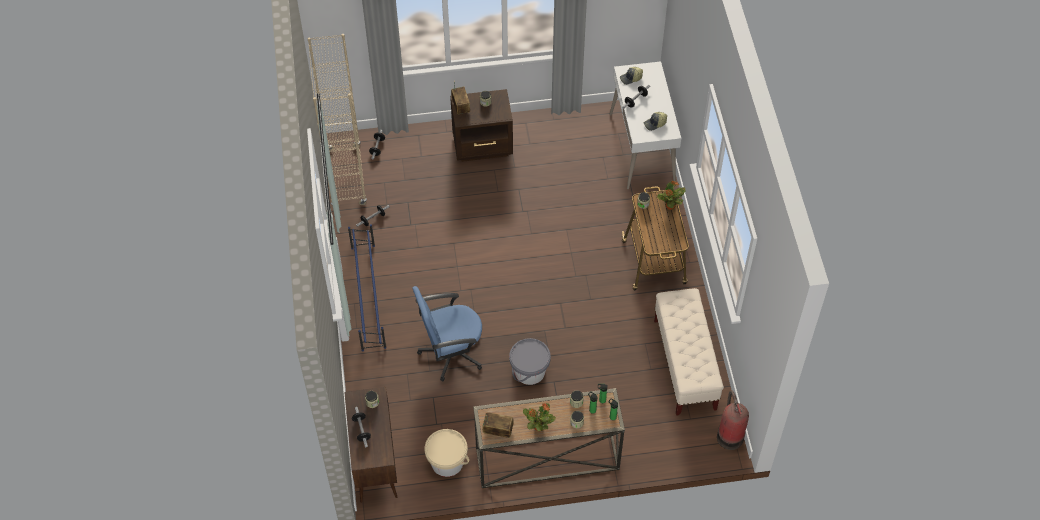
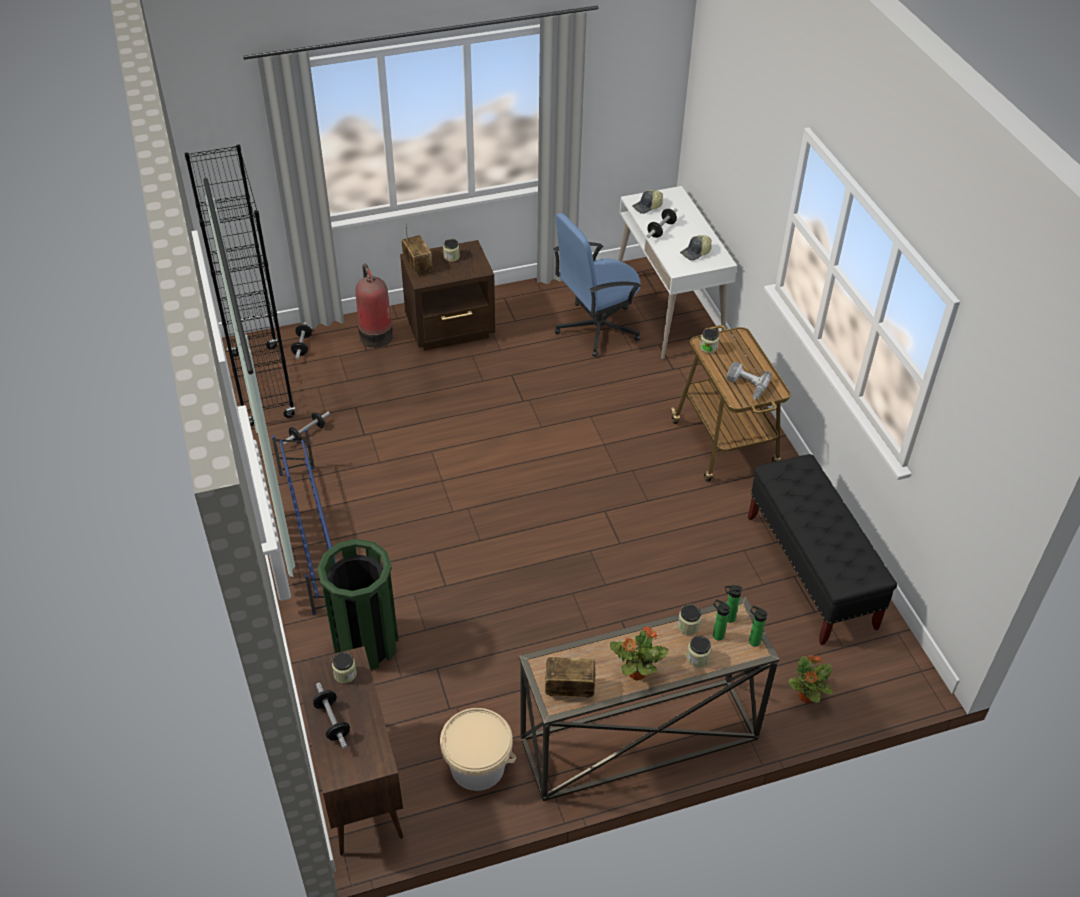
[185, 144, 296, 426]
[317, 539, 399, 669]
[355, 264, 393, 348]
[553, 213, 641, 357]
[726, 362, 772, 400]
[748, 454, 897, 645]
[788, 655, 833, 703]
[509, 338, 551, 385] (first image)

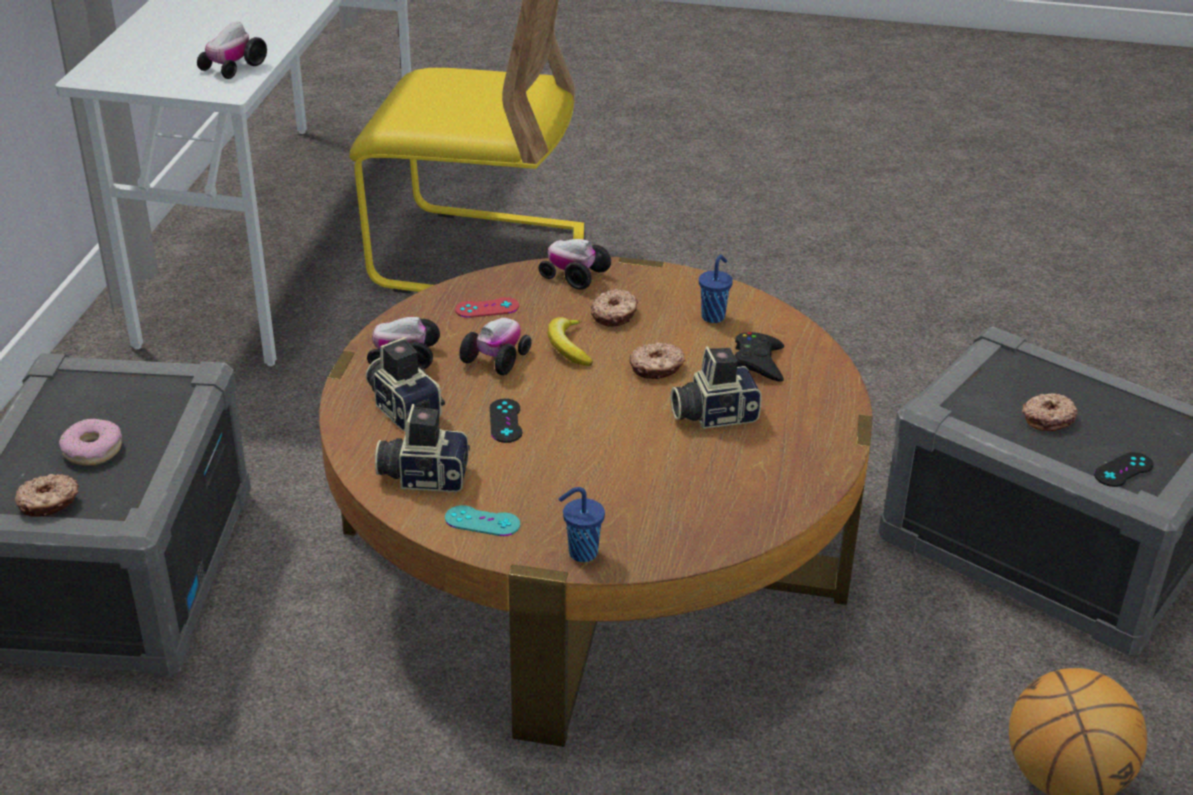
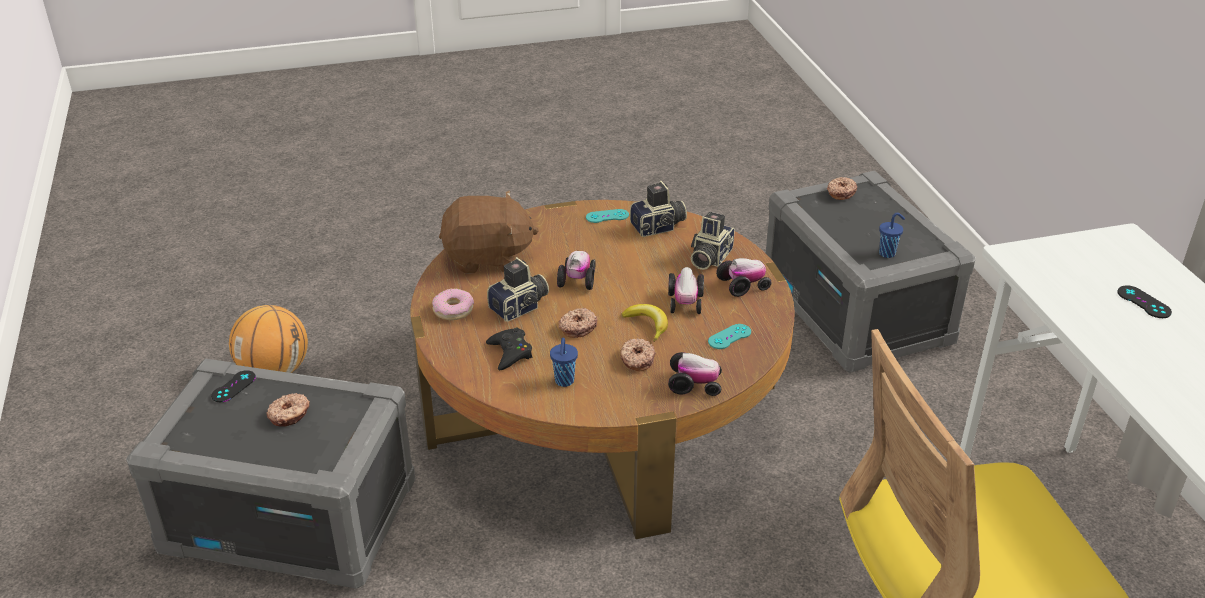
[432, 288, 474, 321]
[439, 191, 539, 274]
[557, 251, 596, 290]
[691, 212, 735, 270]
[708, 324, 751, 349]
[879, 213, 905, 258]
[1117, 285, 1172, 318]

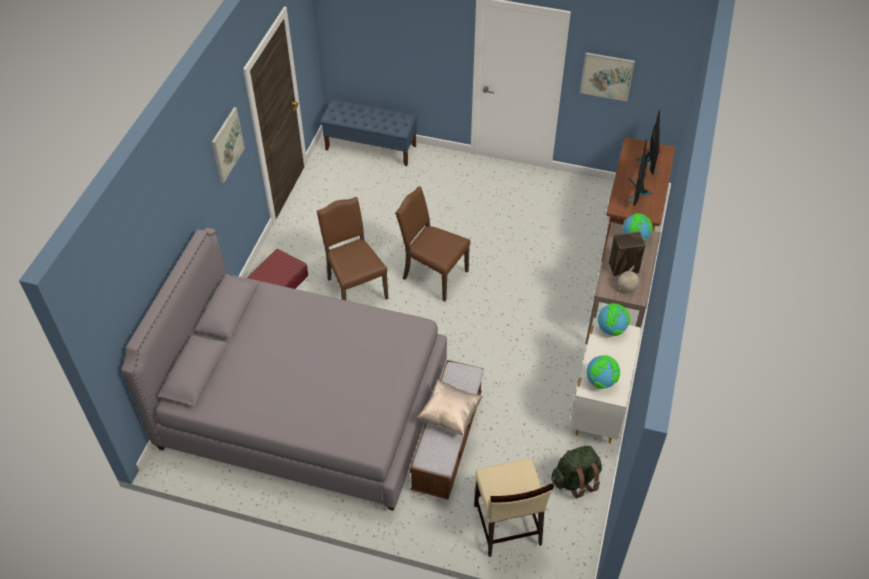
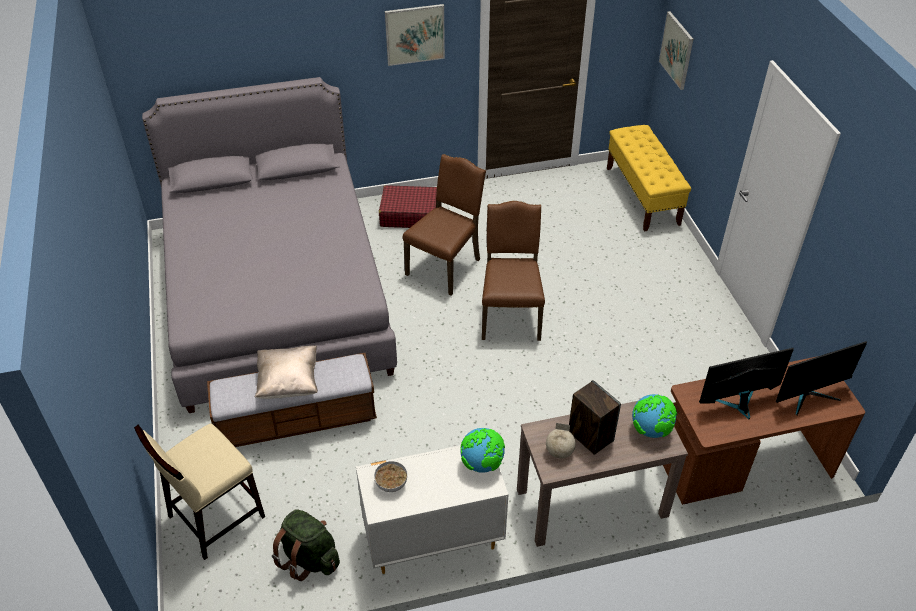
[374, 461, 407, 492]
[607, 125, 691, 232]
[659, 11, 693, 90]

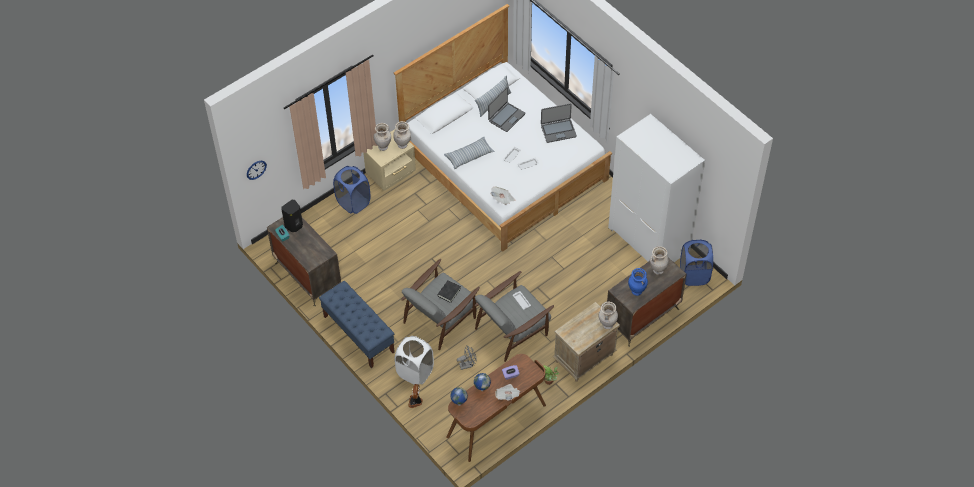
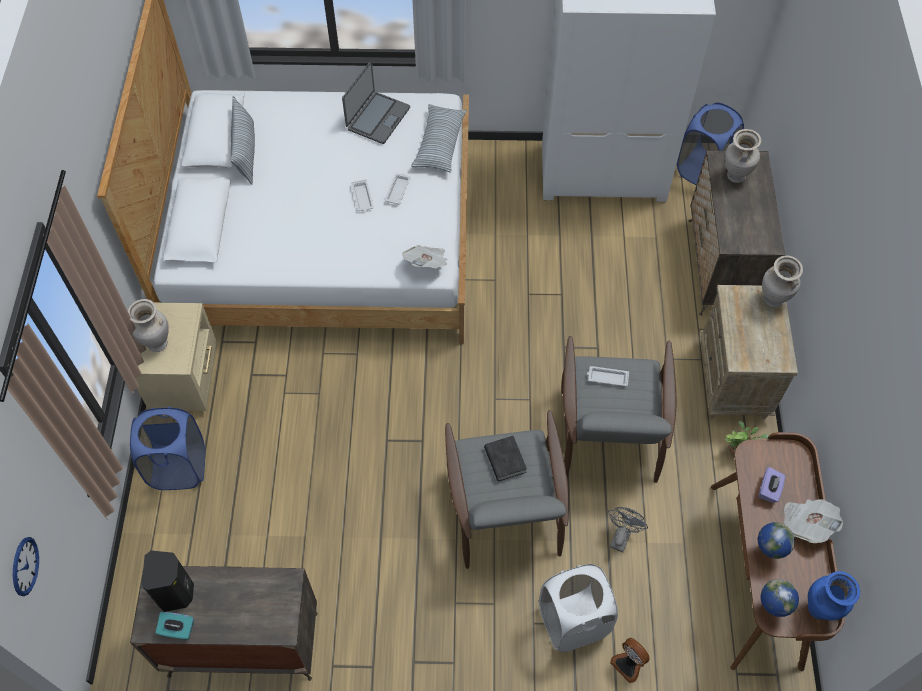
[411, 104, 467, 173]
[808, 571, 860, 620]
[319, 281, 395, 368] (first image)
[393, 121, 411, 149] (first image)
[488, 87, 525, 132] (first image)

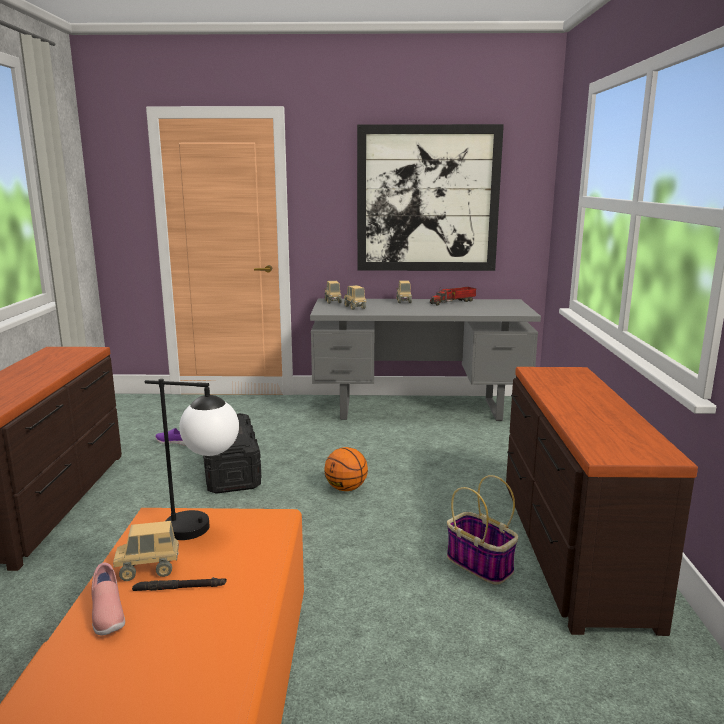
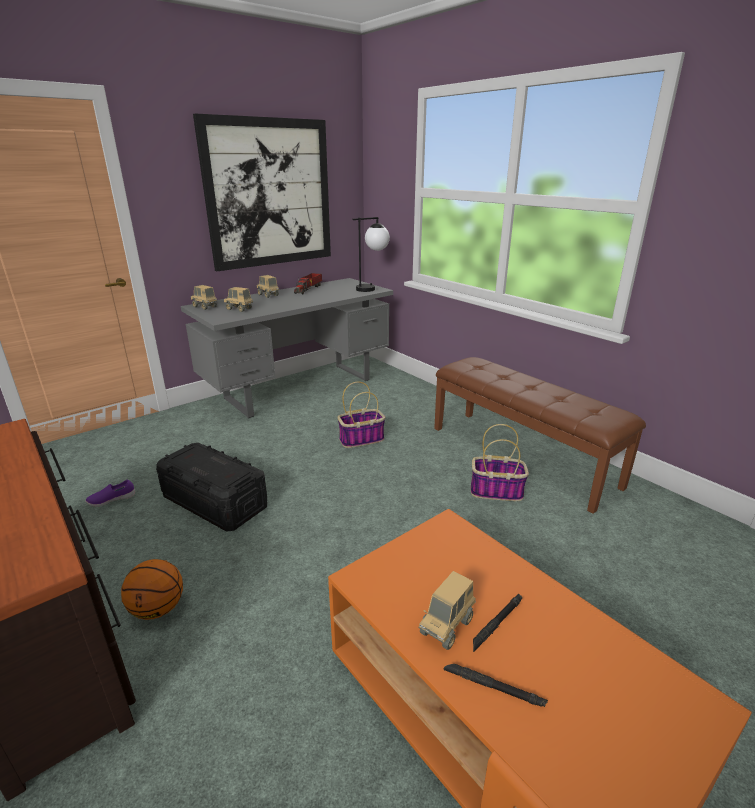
[121, 559, 183, 620]
[337, 382, 385, 448]
[352, 217, 390, 292]
[434, 357, 646, 514]
[444, 664, 548, 707]

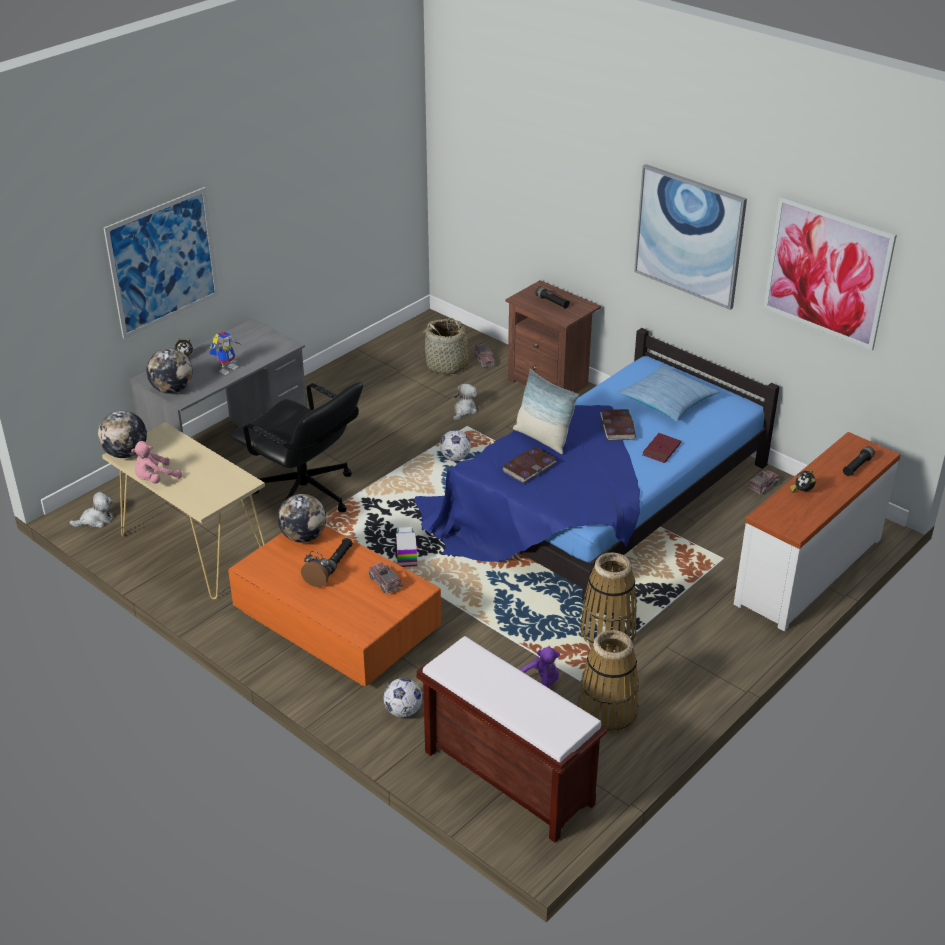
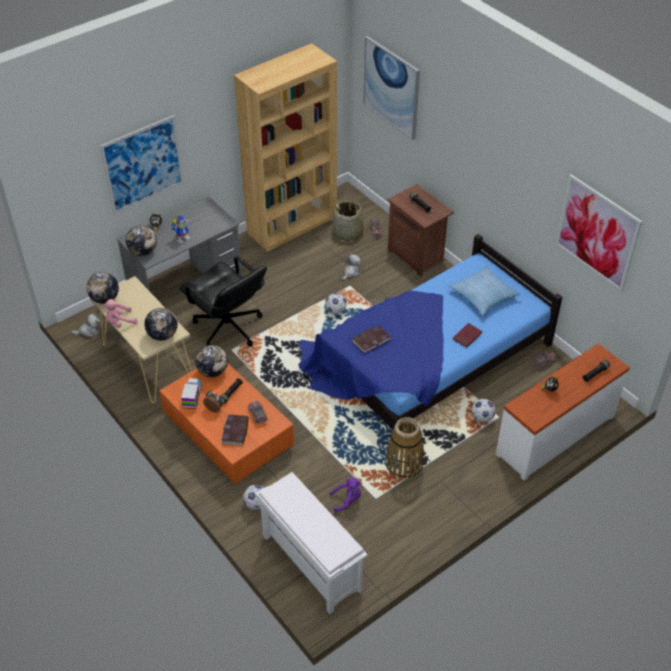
[144, 308, 178, 341]
[181, 378, 202, 409]
[221, 415, 249, 446]
[234, 43, 337, 252]
[256, 472, 367, 614]
[363, 36, 420, 140]
[472, 399, 495, 423]
[513, 369, 579, 454] (first image)
[577, 630, 639, 734] (first image)

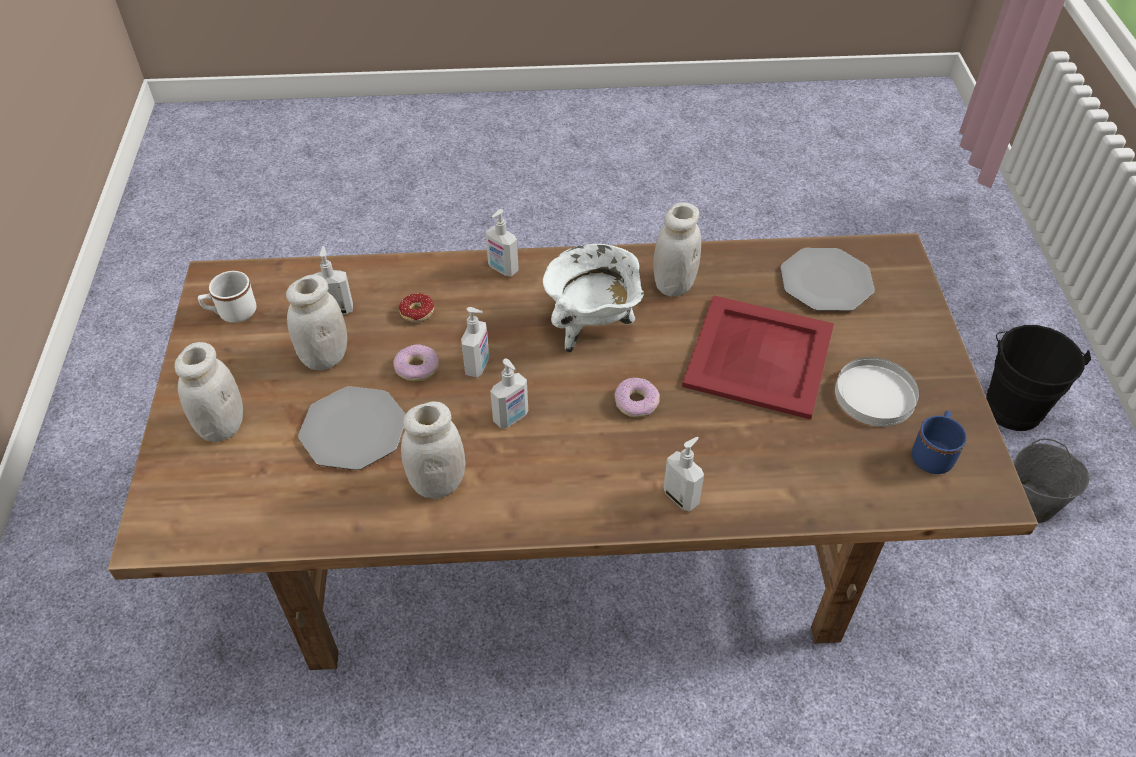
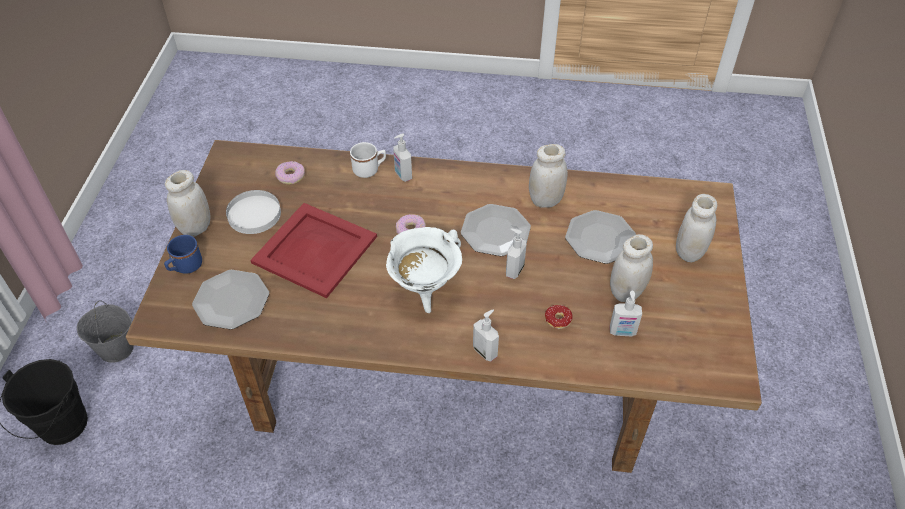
[164, 235, 202, 274]
[165, 170, 210, 237]
[275, 161, 305, 184]
[350, 142, 386, 178]
[461, 204, 531, 256]

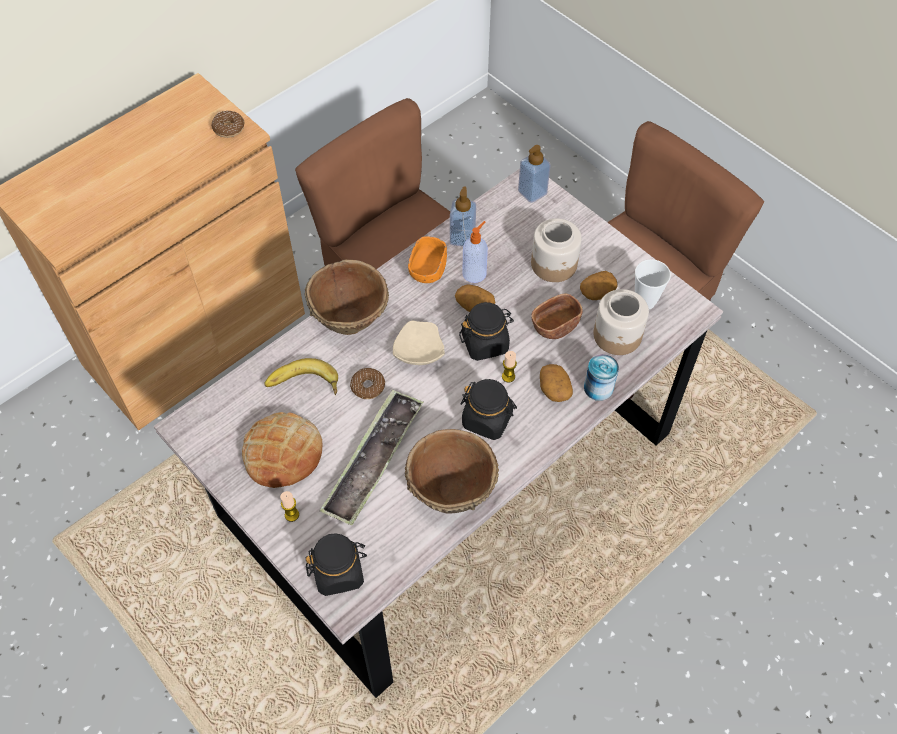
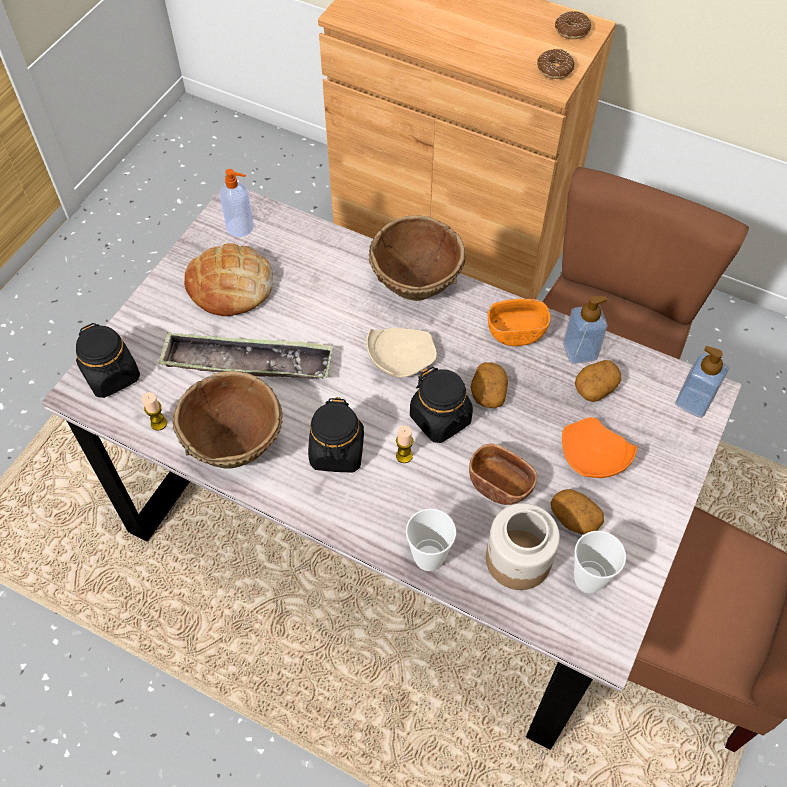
[142, 392, 167, 431]
[220, 169, 254, 237]
[406, 509, 456, 571]
[555, 11, 591, 39]
[562, 417, 637, 478]
[575, 360, 621, 402]
[264, 358, 338, 395] (first image)

